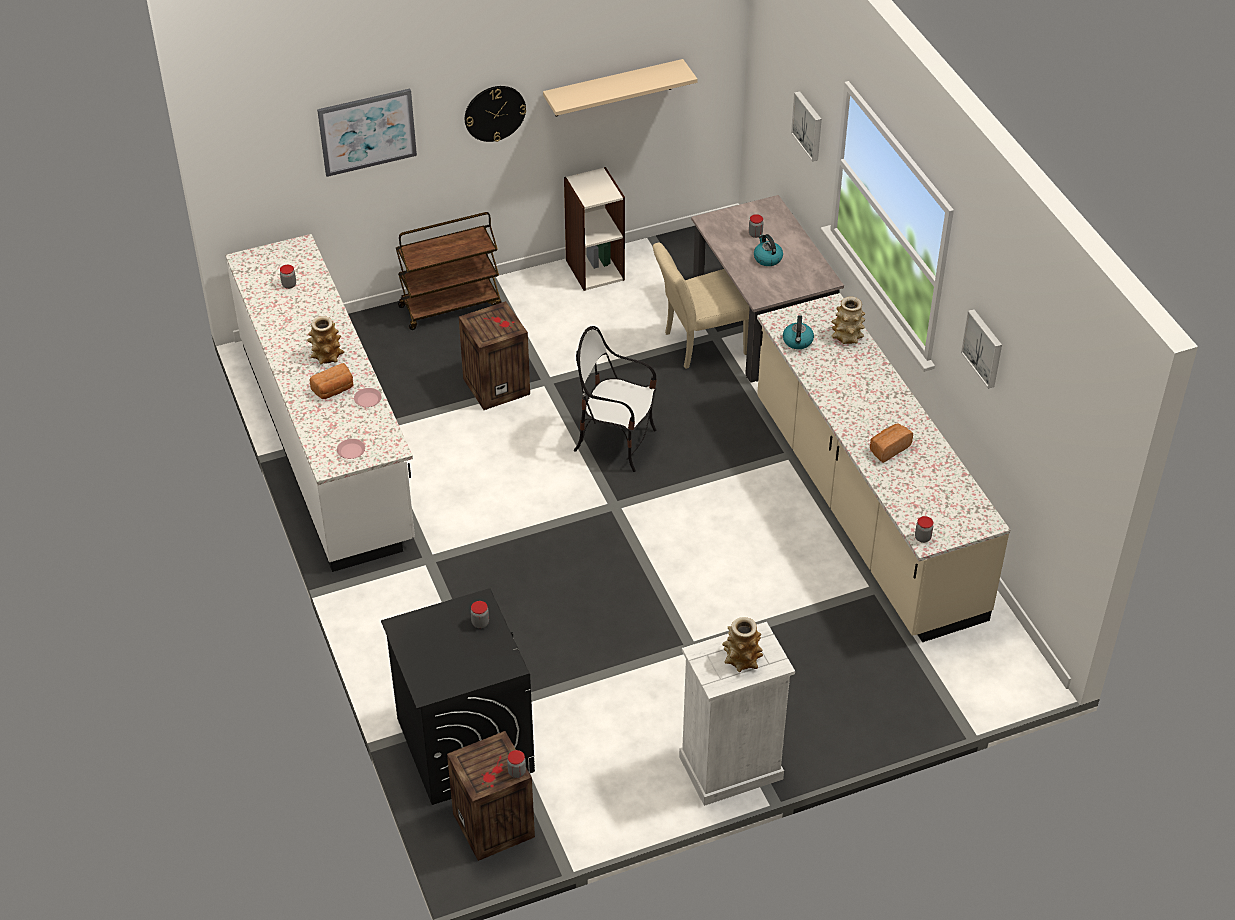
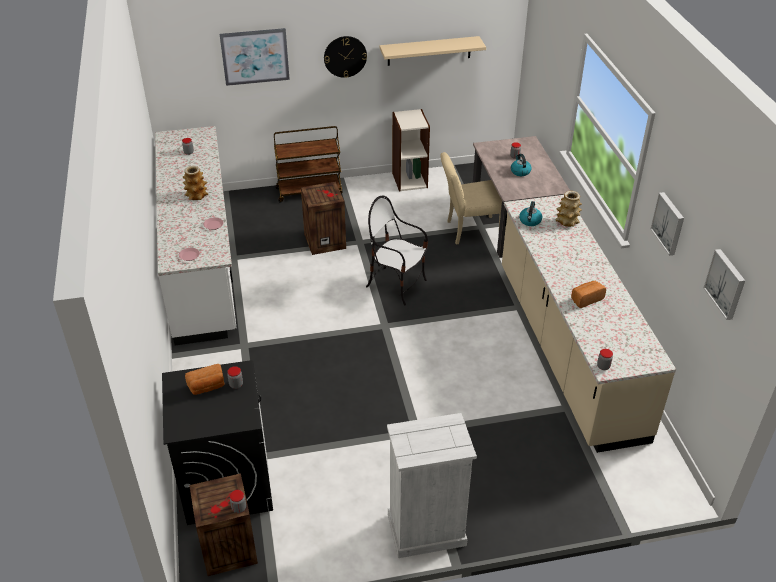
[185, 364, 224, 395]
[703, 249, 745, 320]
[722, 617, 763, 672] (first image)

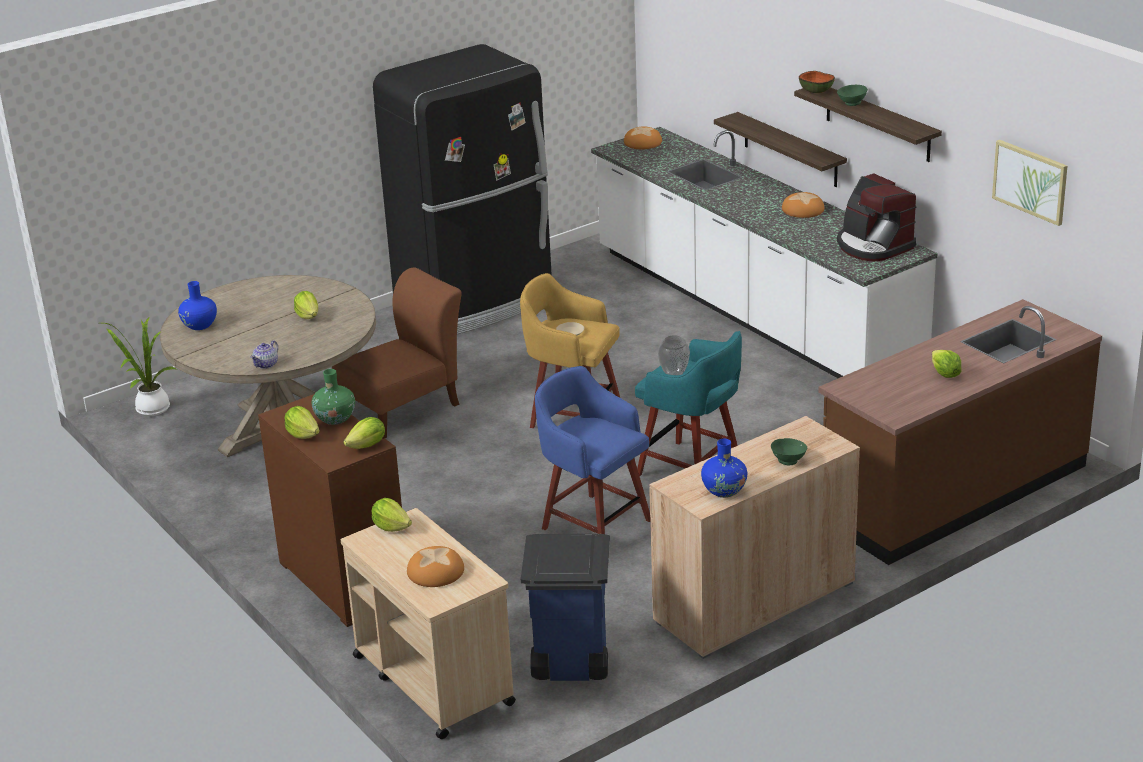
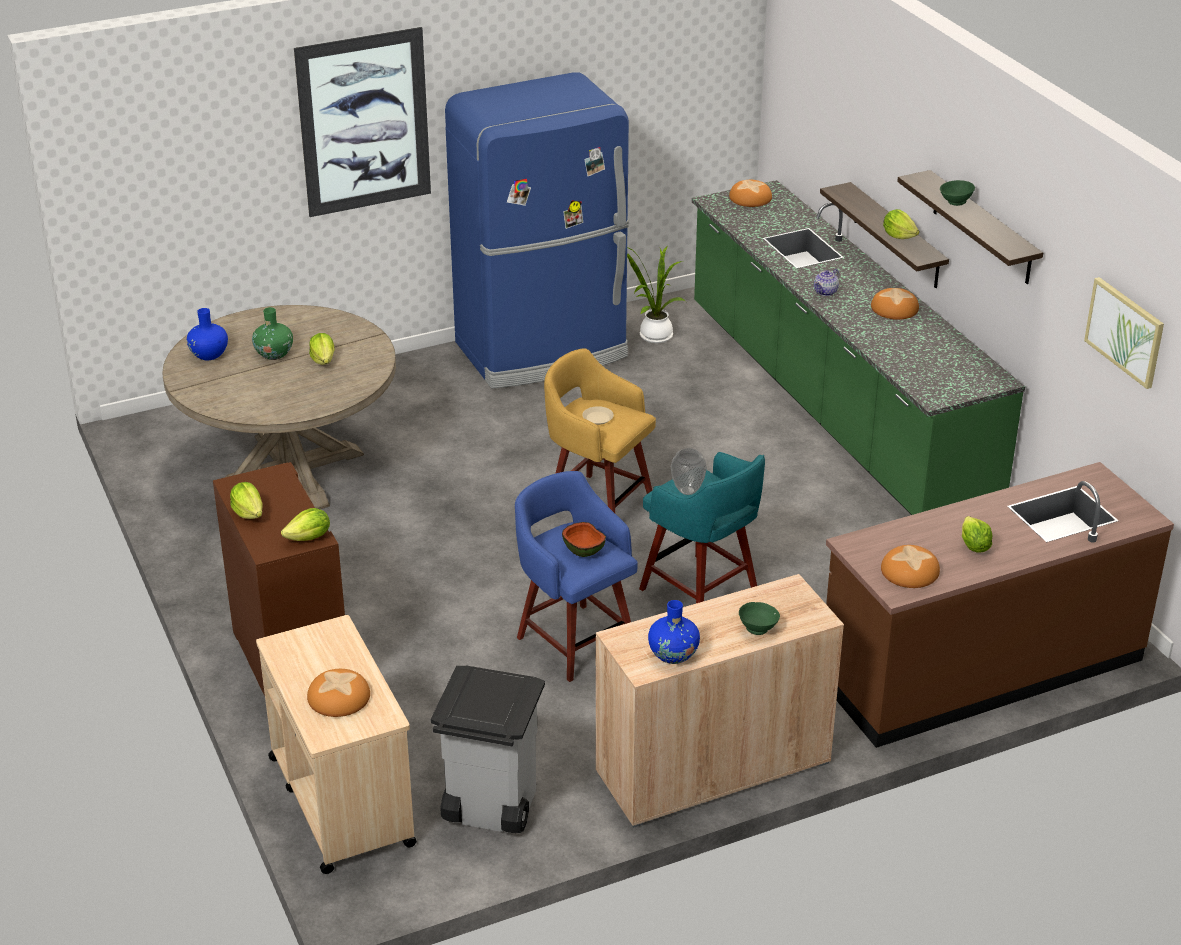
[252, 307, 293, 360]
[294, 27, 431, 217]
[431, 666, 545, 833]
[445, 73, 629, 388]
[562, 522, 606, 557]
[627, 247, 687, 343]
[692, 180, 1025, 515]
[814, 269, 839, 296]
[881, 545, 940, 588]
[883, 209, 919, 239]
[332, 267, 462, 439] (first image)
[837, 173, 917, 262] (first image)

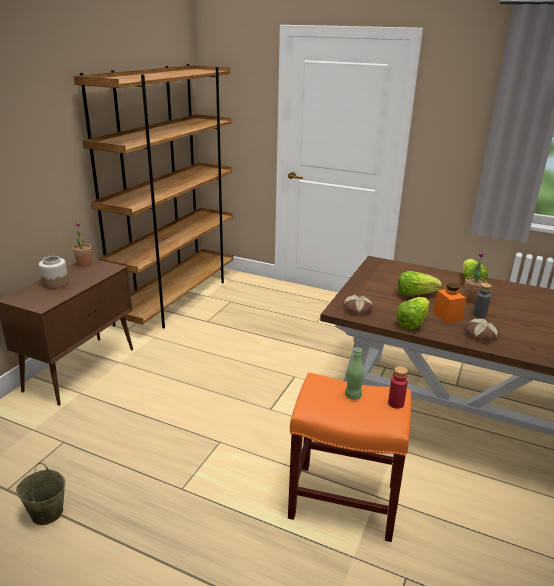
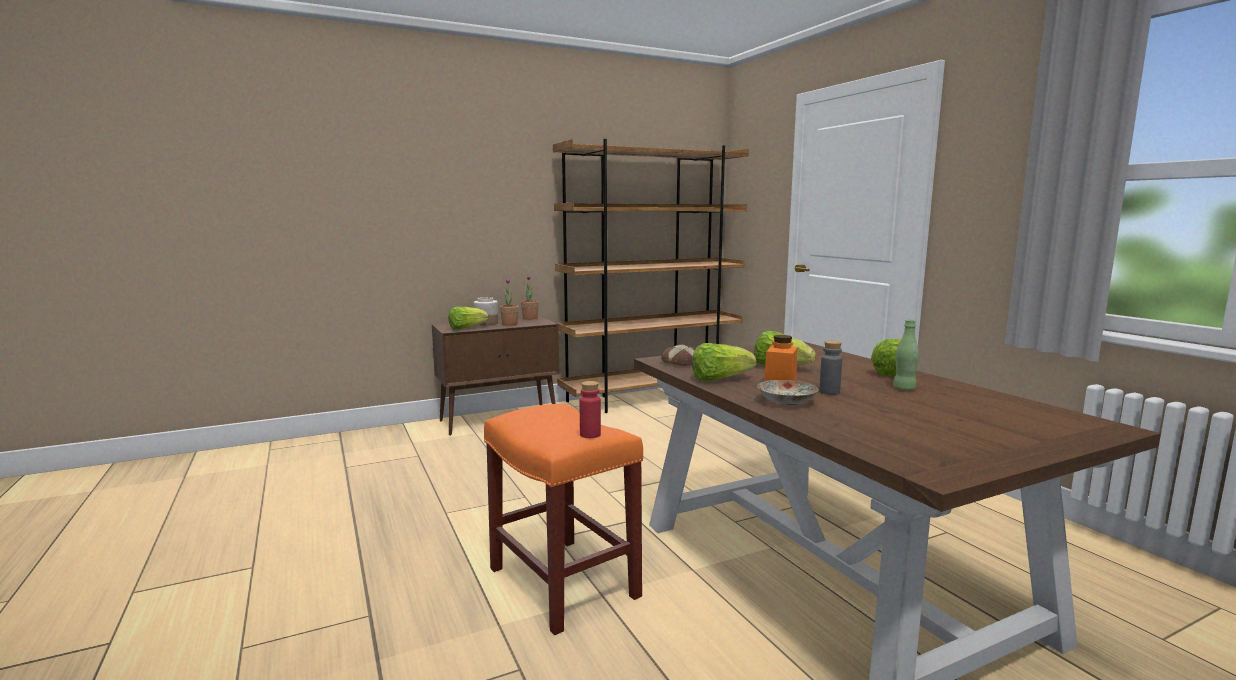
[449, 306, 488, 330]
[500, 278, 519, 325]
[757, 380, 818, 405]
[893, 319, 919, 390]
[16, 463, 65, 525] (first image)

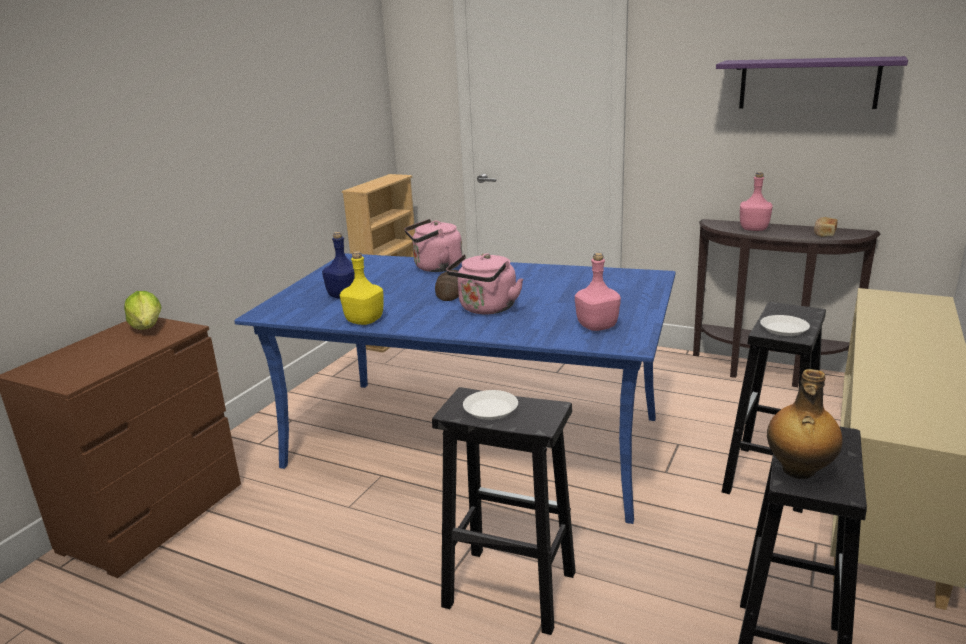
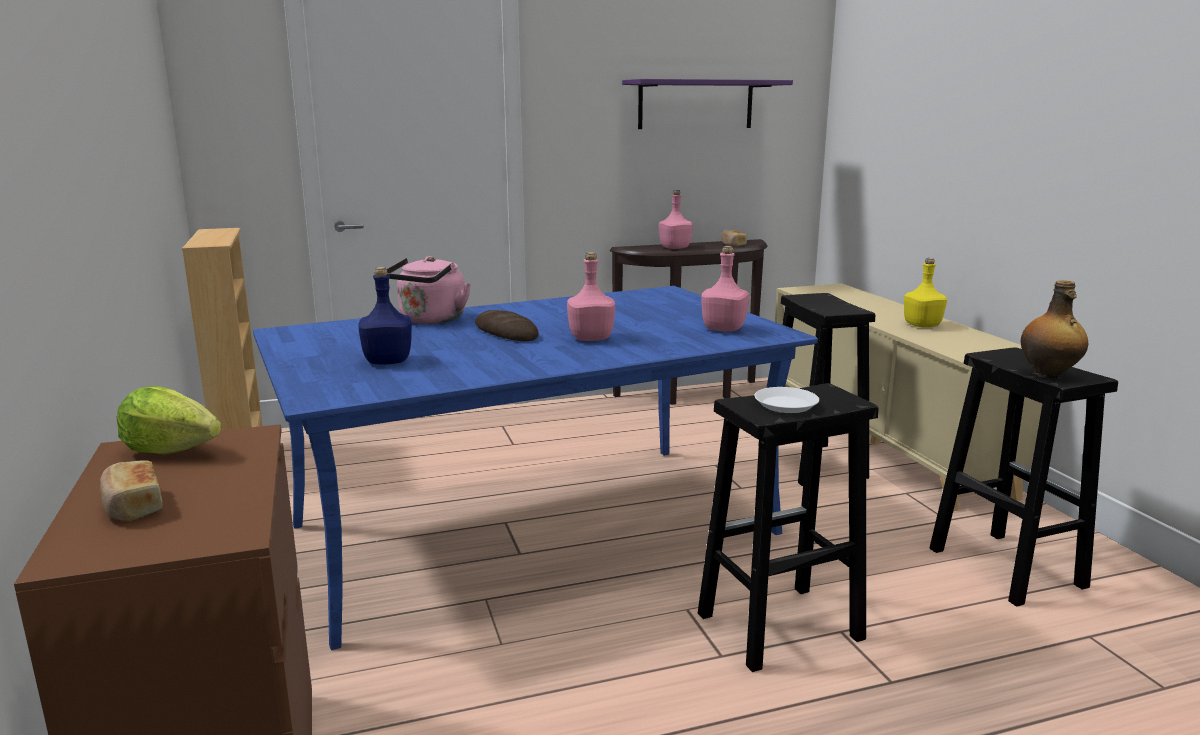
[100, 461, 163, 521]
[567, 252, 615, 341]
[904, 258, 947, 327]
[760, 315, 810, 336] (first image)

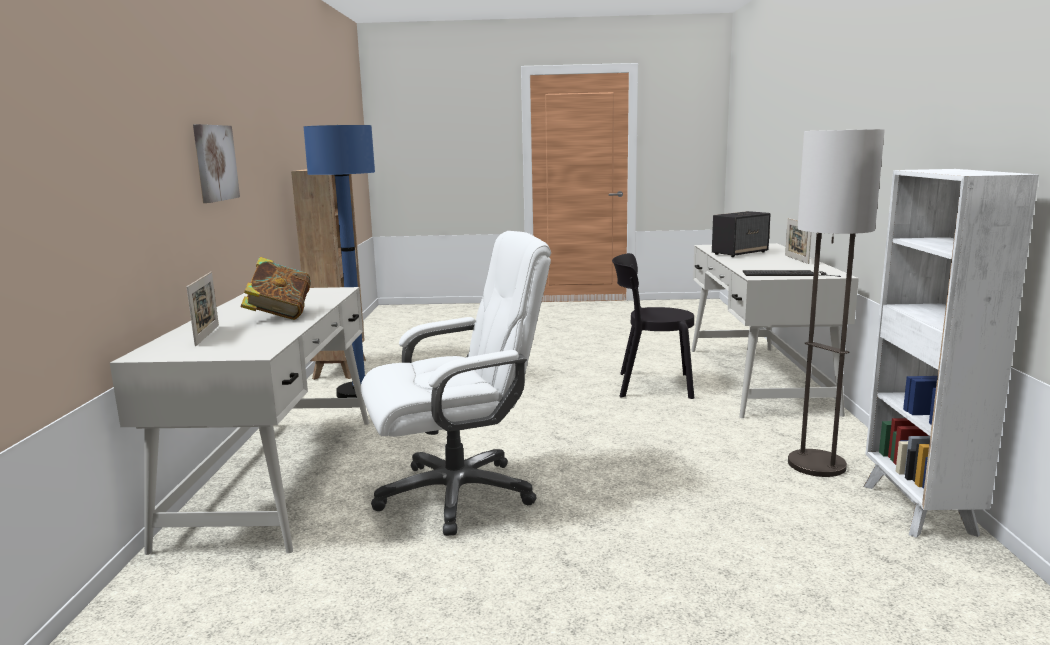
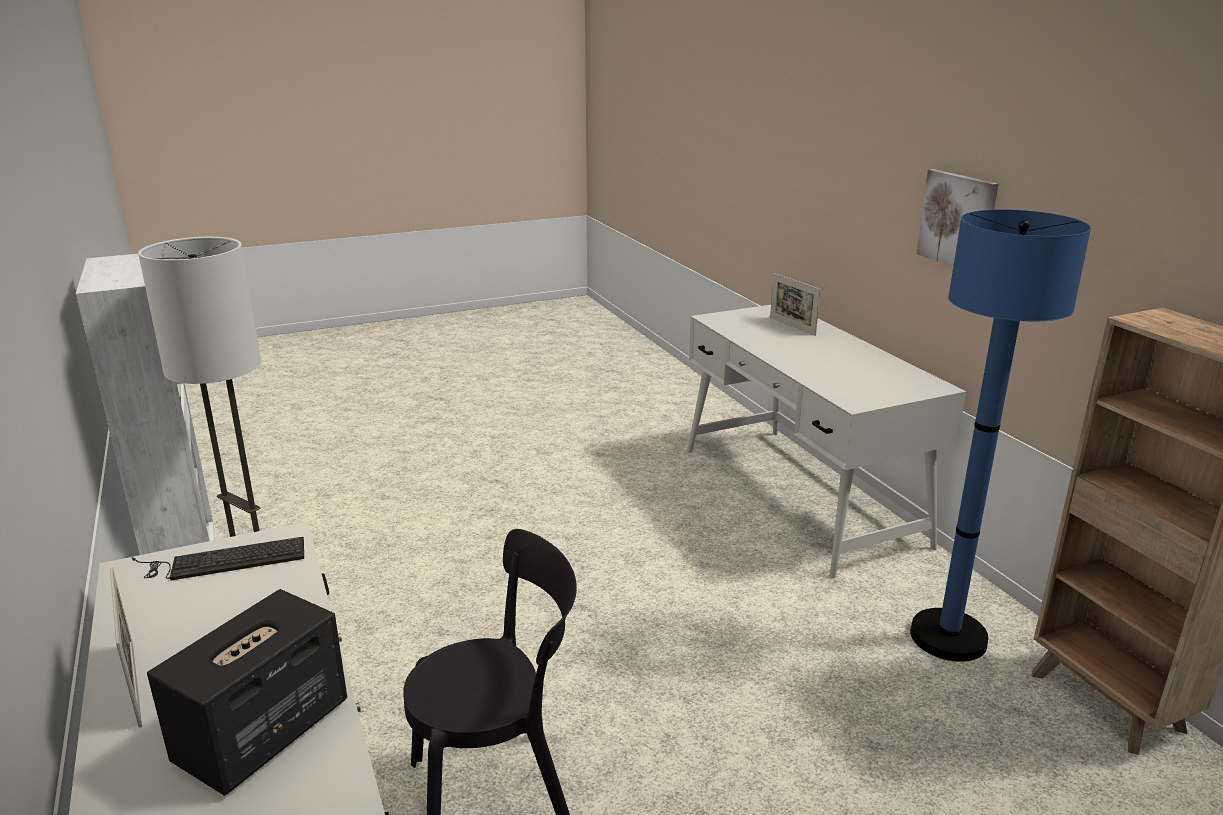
[241, 257, 311, 320] (first image)
[361, 231, 551, 536] (first image)

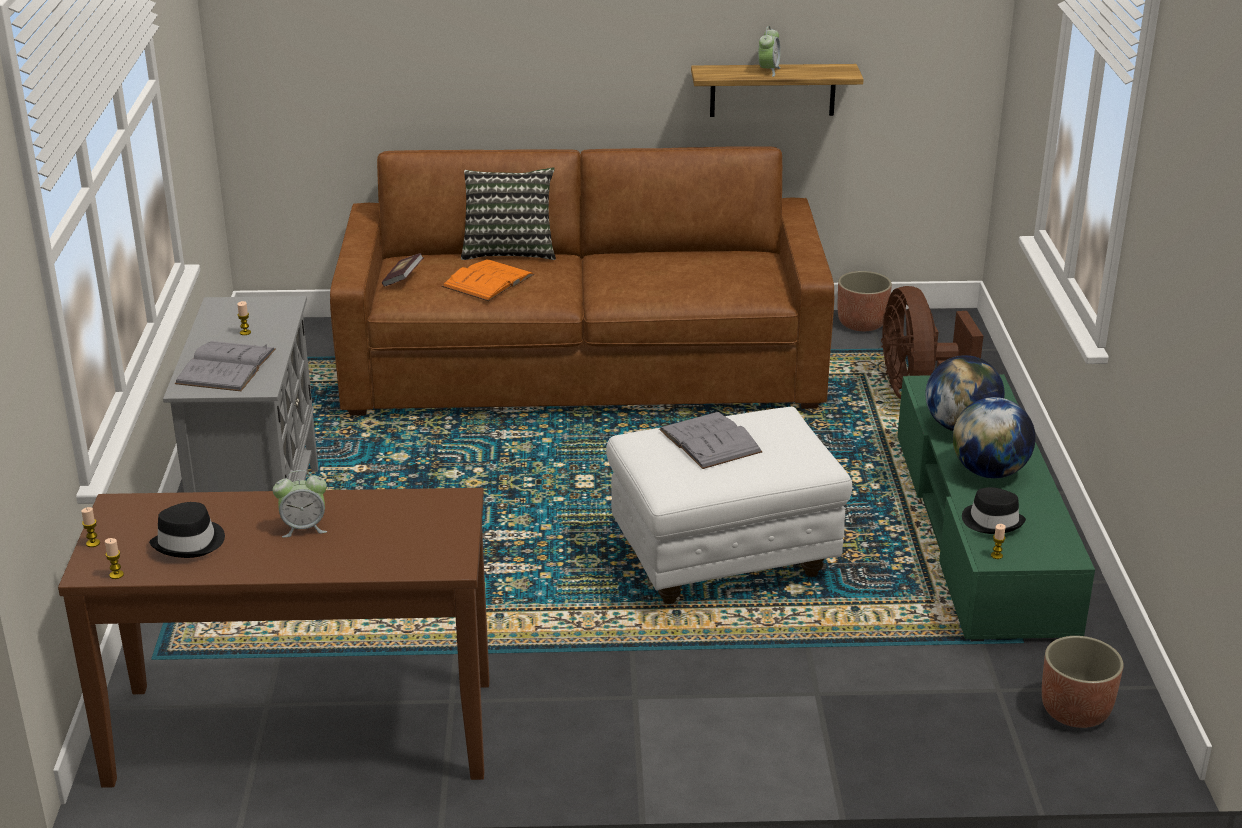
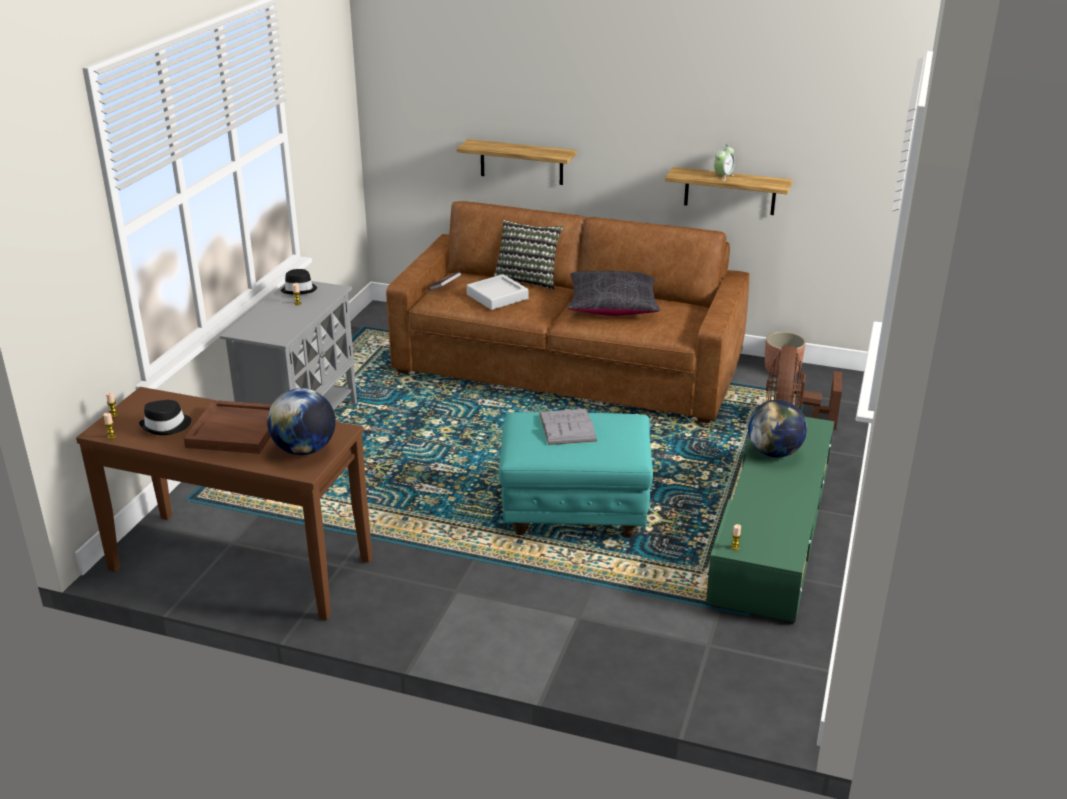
[184, 400, 272, 454]
[267, 388, 336, 455]
[281, 269, 317, 294]
[457, 139, 577, 185]
[466, 274, 528, 310]
[499, 412, 653, 538]
[567, 271, 660, 316]
[175, 341, 276, 391] (first image)
[1042, 636, 1124, 728] (first image)

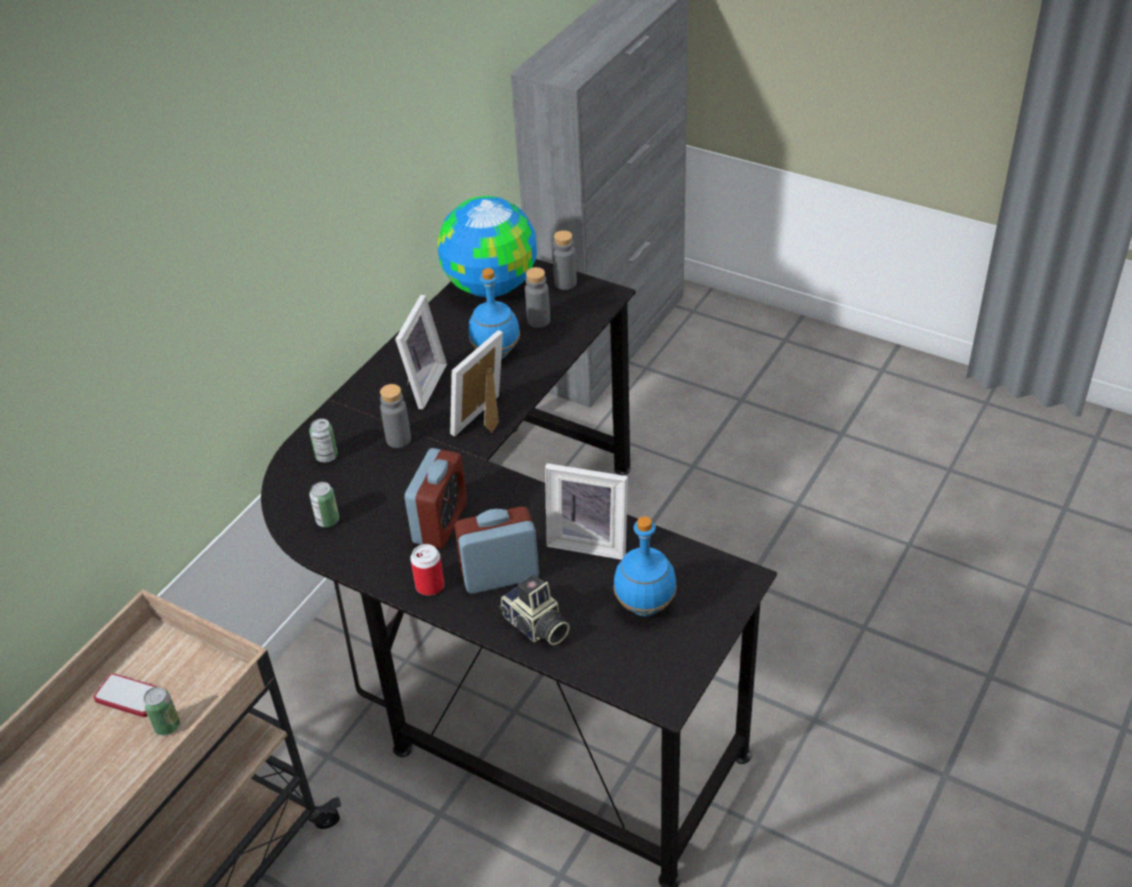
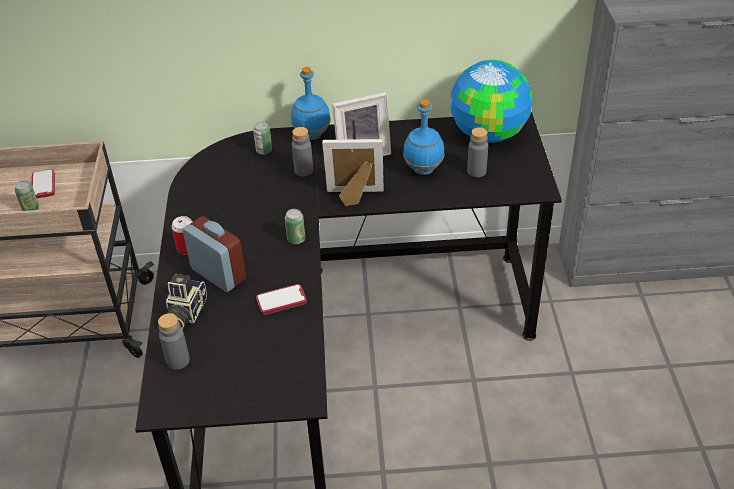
[158, 313, 190, 370]
[256, 284, 307, 315]
[285, 209, 305, 244]
[291, 67, 331, 140]
[405, 448, 467, 549] (first image)

